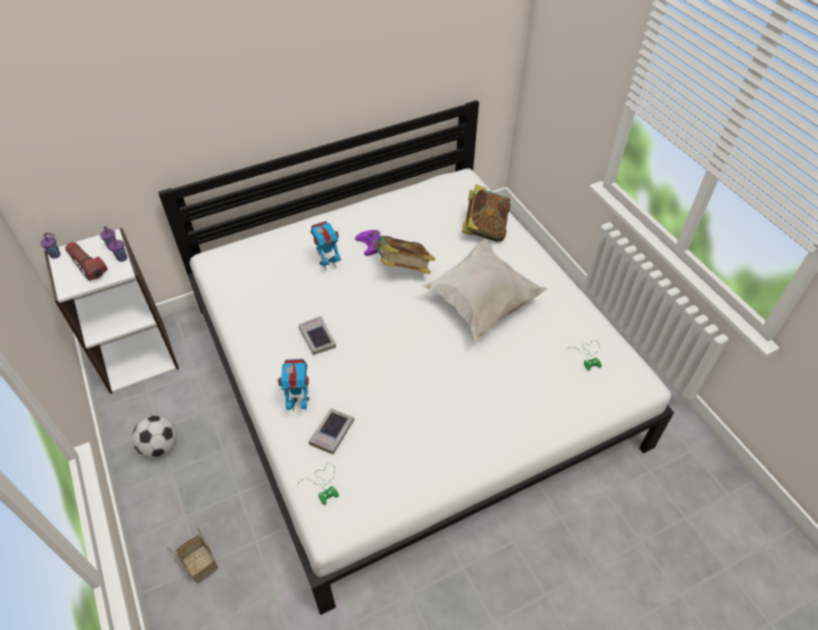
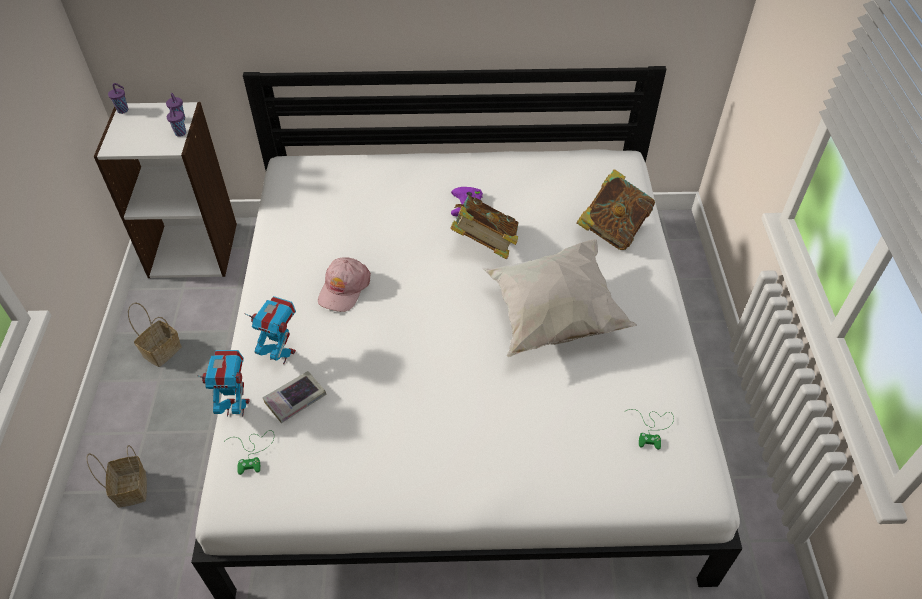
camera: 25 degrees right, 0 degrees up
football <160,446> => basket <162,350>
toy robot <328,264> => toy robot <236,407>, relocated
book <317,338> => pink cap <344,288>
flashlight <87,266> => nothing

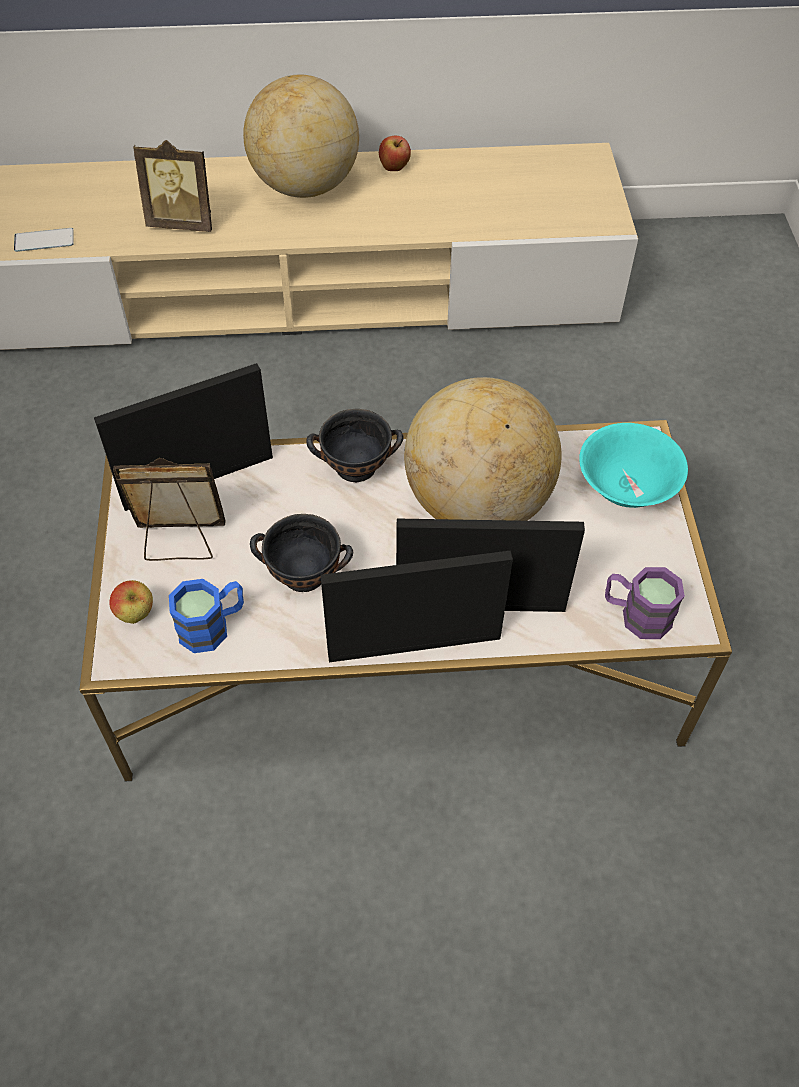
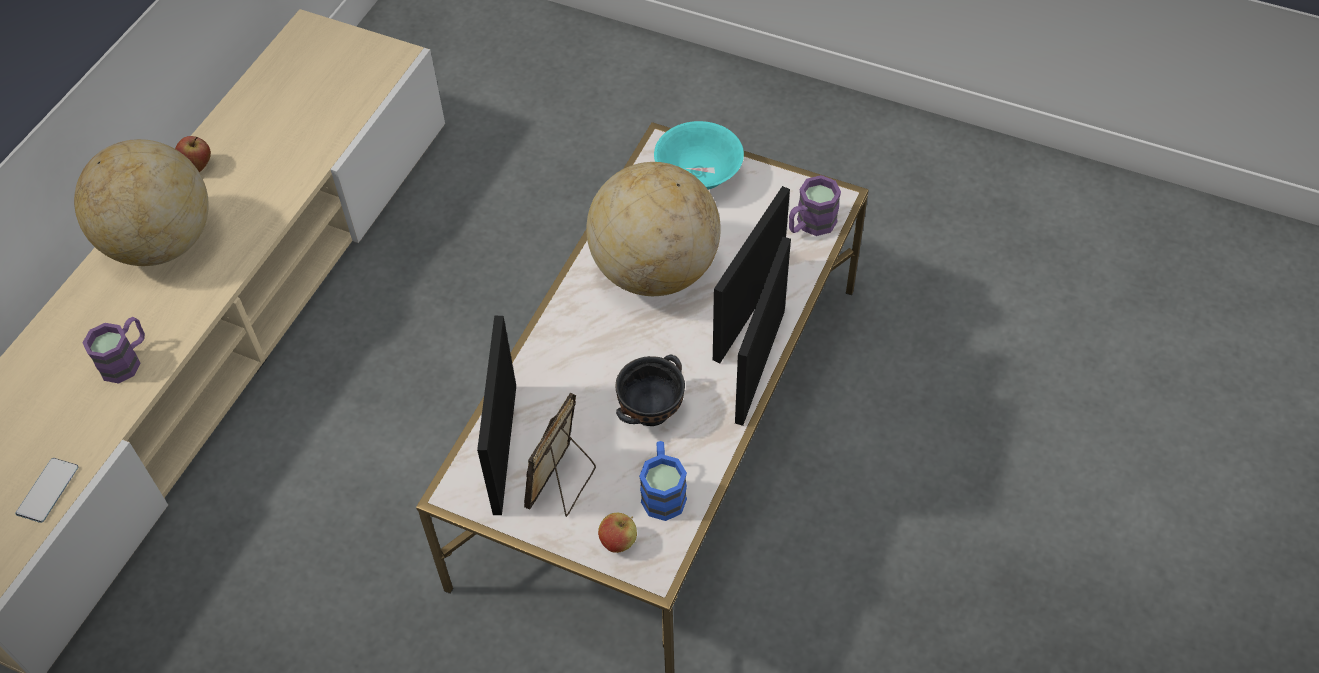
camera: 60 degrees left, 0 degrees up
picture frame <183,222> => purple mug <126,360>
black bowl <354,466> => nothing

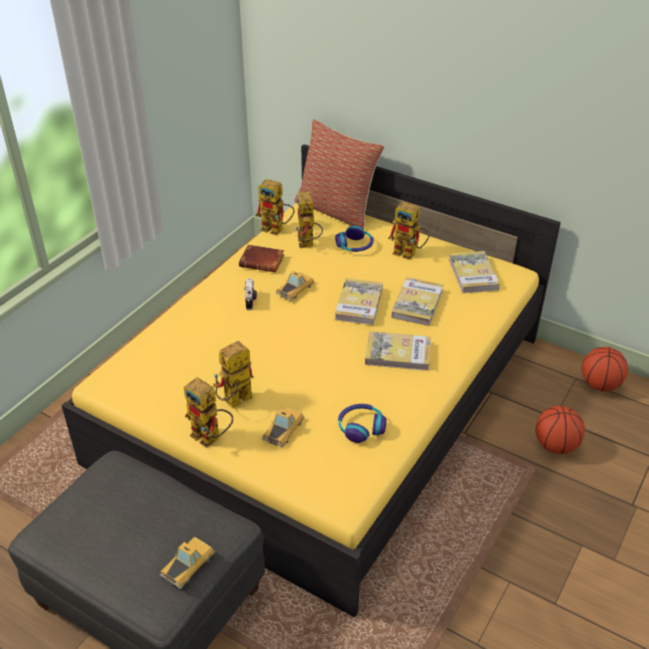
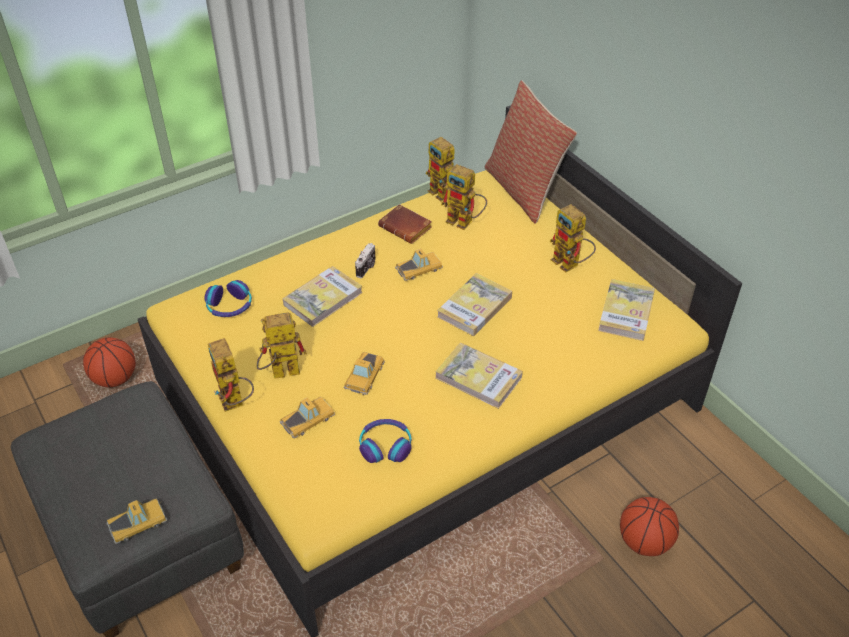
camera: 25 degrees right, 5 degrees up
basketball <600,385> => basketball <115,379>, relocated
headphones <355,245> => headphones <229,306>, relocated
book <417,304> => book <323,299>, relocated
nothing => toy car <363,376>
toy robot <308,245> => toy robot <465,222>, 75 degrees counterclockwise

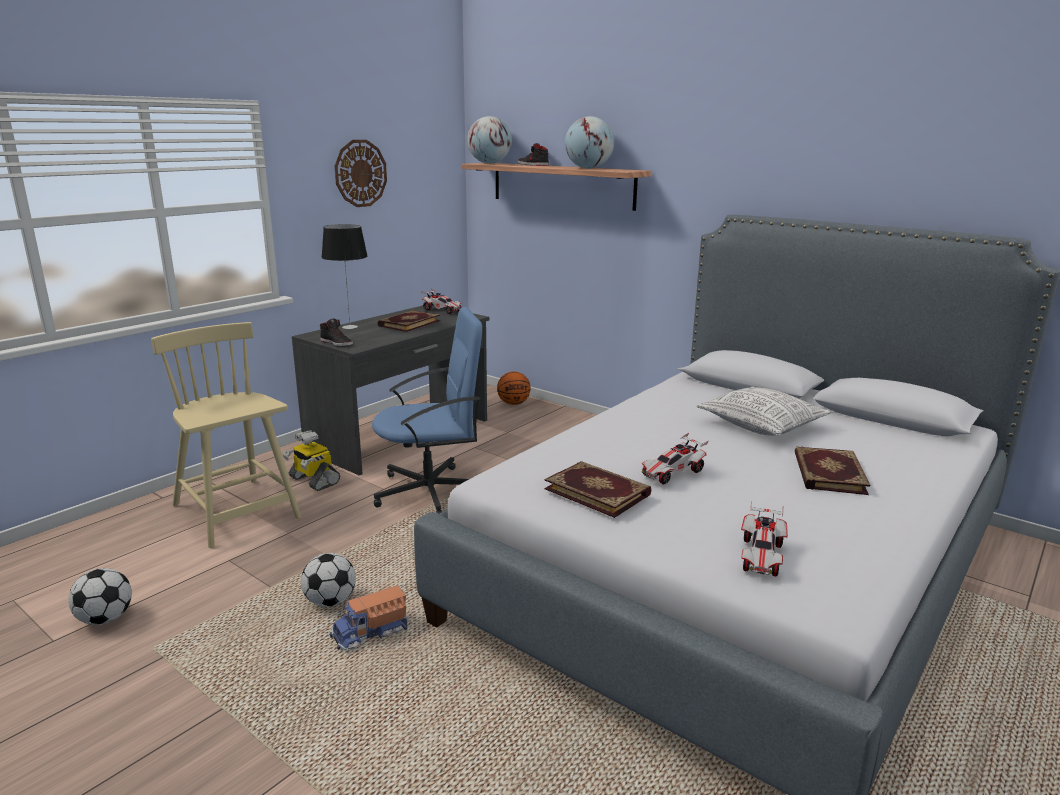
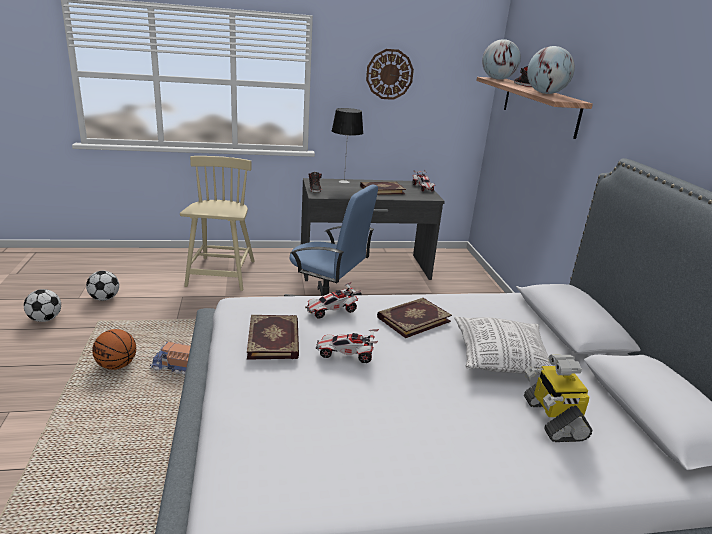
camera: 40 degrees right, 5 degrees up
football <330,602> => football <45,319>, relocated
basketball <513,403> => basketball <116,365>, relocated
toy car <761,557> => toy car <332,311>, relocated
book <827,473> => book <413,319>, relocated
toy robot <313,480> => toy robot <552,419>, relocated

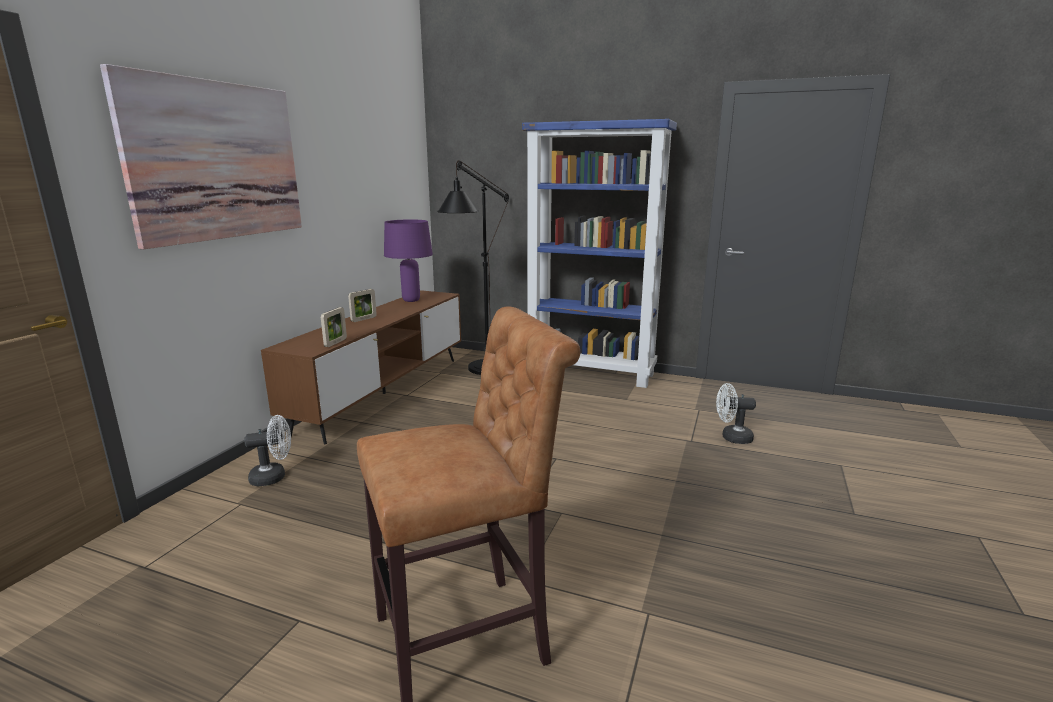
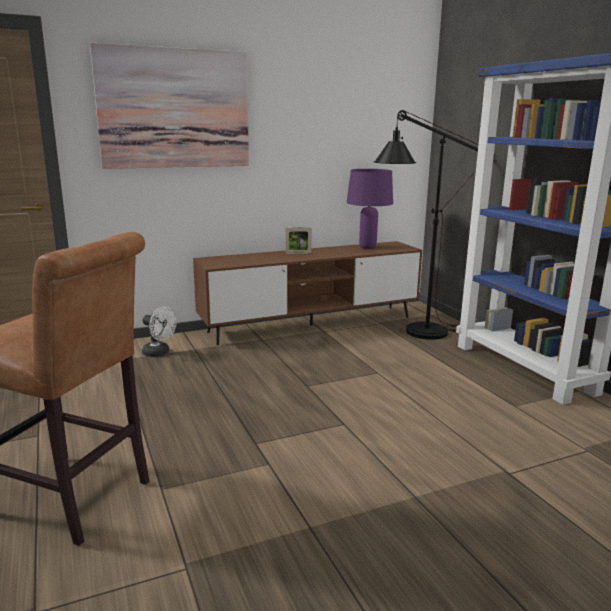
camera: 45 degrees right, 0 degrees up
picture frame <335,343> => nothing
white fan <731,438> => nothing

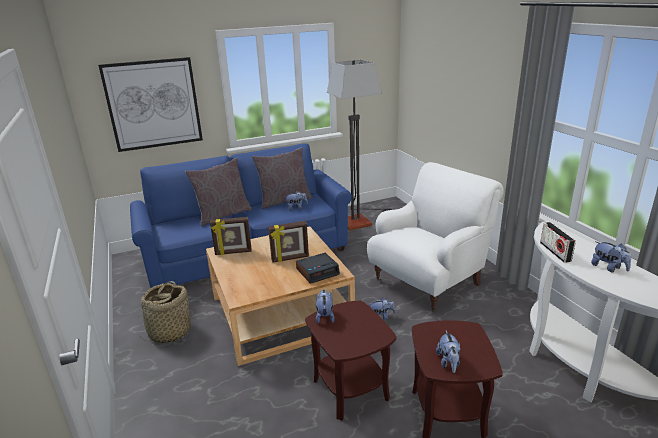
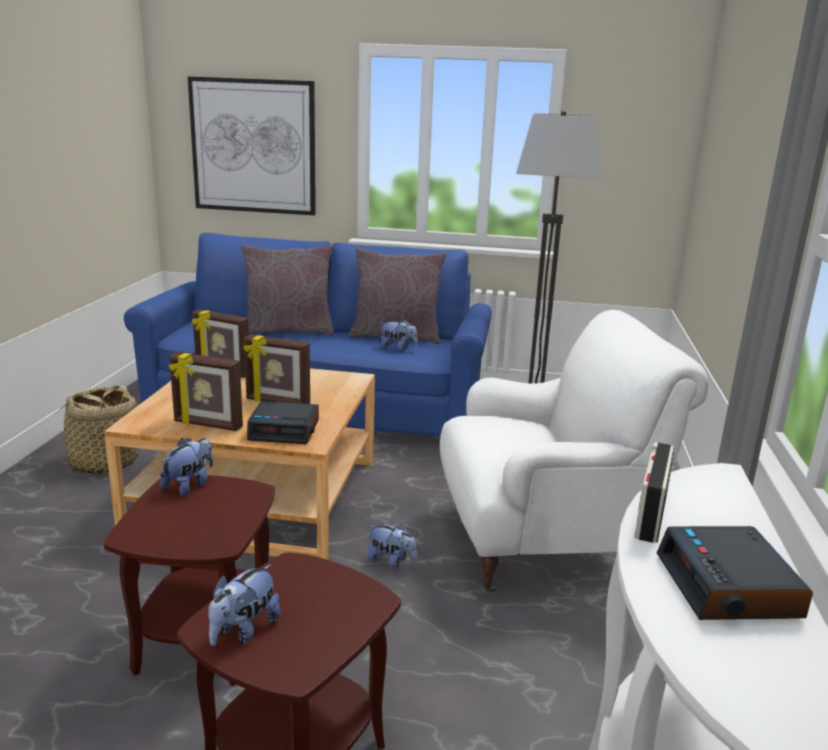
camera: 30 degrees right, 5 degrees down
nothing => picture frame <207,425>
plush toy <608,268> => alarm clock <729,587>

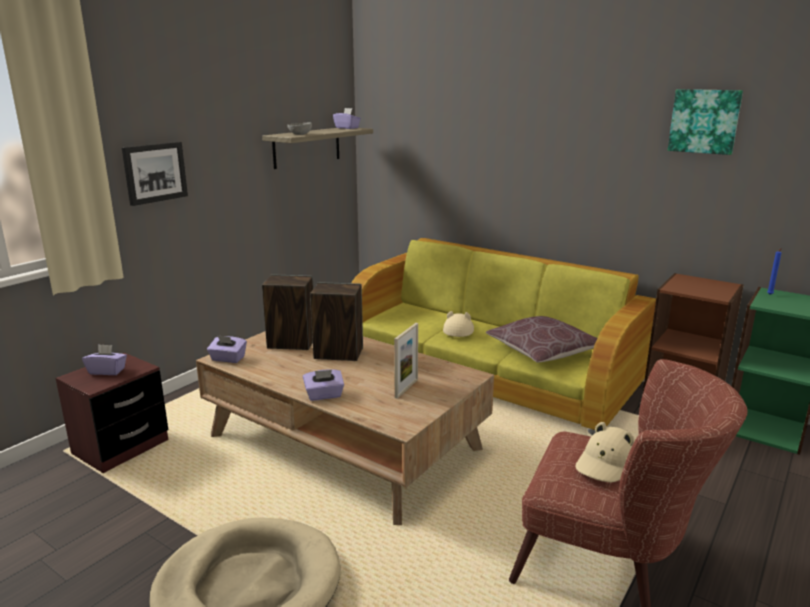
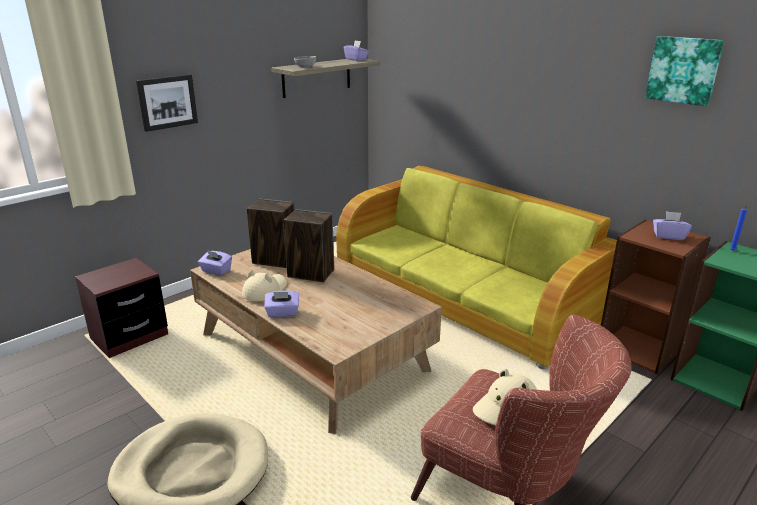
camera: 10 degrees right, 5 degrees up
beige hat <458,329> => beige hat <265,290>, relocated
purple tissue box <107,371> => purple tissue box <668,236>, relocated
picture frame <406,388> => nothing
brown pillow <543,351> => nothing

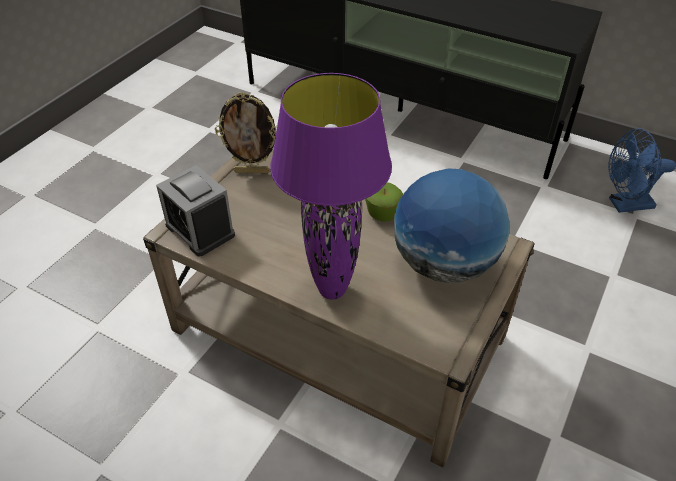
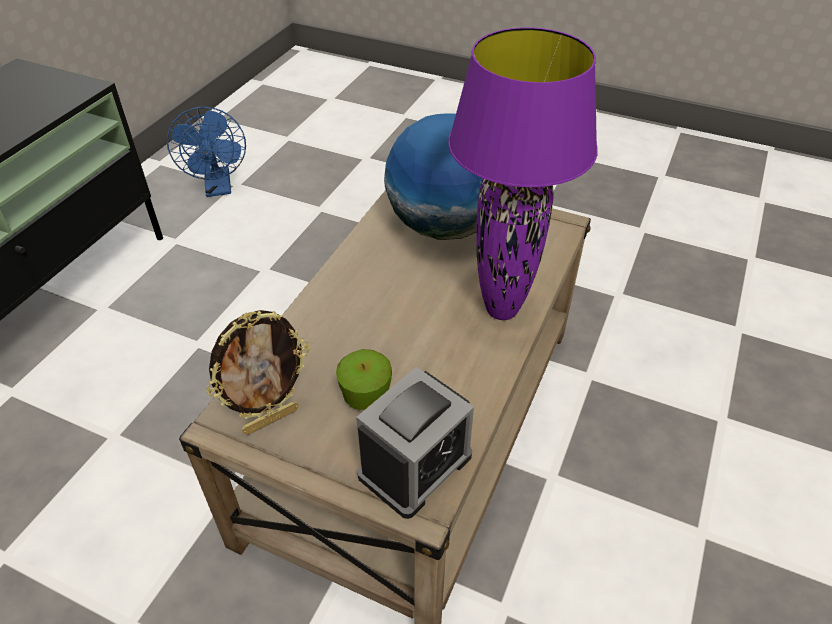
camera: 95 degrees left, 0 degrees up
picture frame <252,171> => picture frame <271,419>, 60 degrees clockwise
apple <383,214> => apple <365,395>, relocated

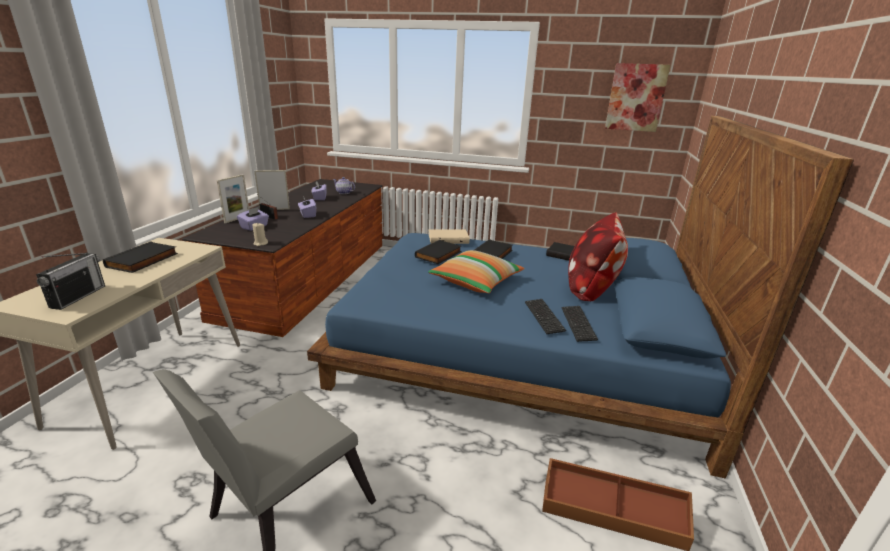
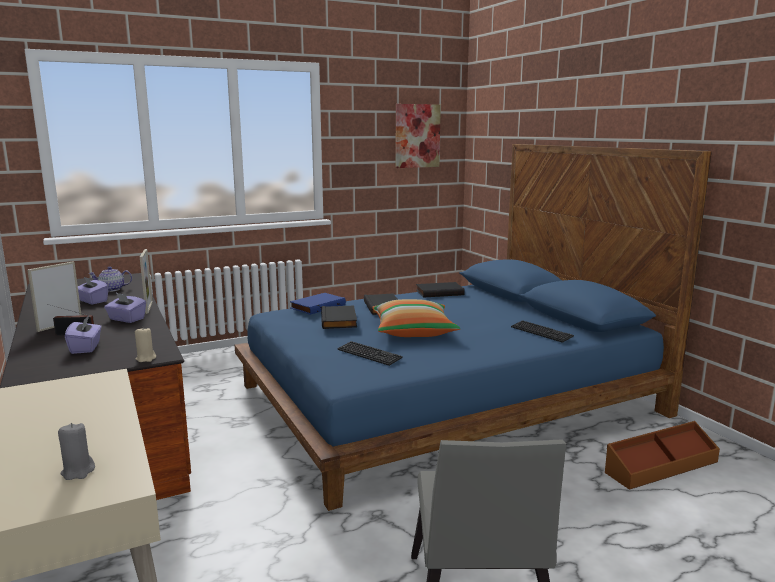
camera: 40 degrees left, 10 degrees down
radio <78,297> => grey candle <78,471>
picture frame <237,219> => picture frame <149,307>, relocated
beige book <448,239> => blue book <317,306>
keyboard <544,317> => keyboard <369,354>, relocated
black book <143,260> => nothing
pillow <591,287> => nothing

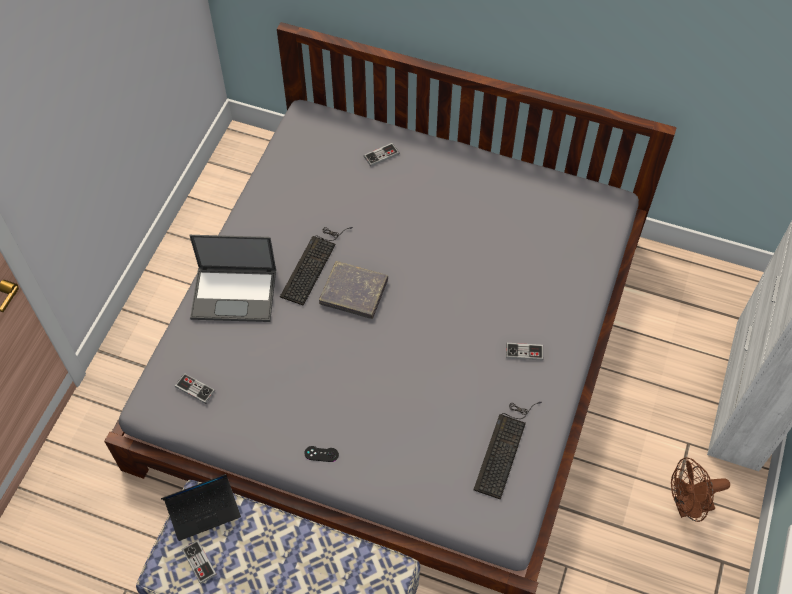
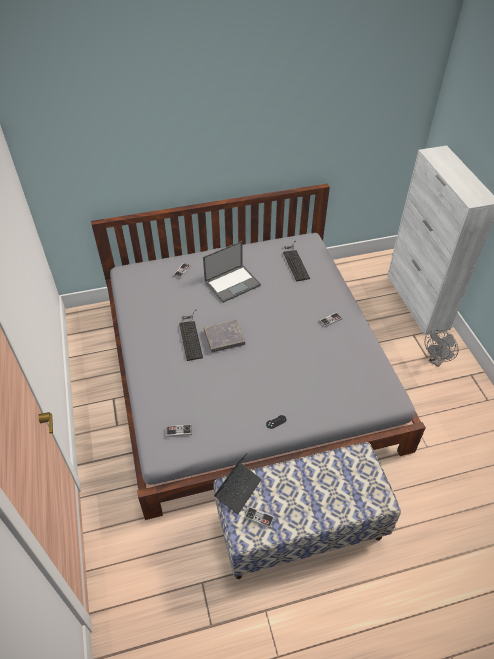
camera: 35 degrees left, 10 degrees down
laptop <235,293> => laptop <233,283>, relocated
keyboard <505,447> => keyboard <295,261>, relocated
brown fan <687,506> => grey fan <436,361>

